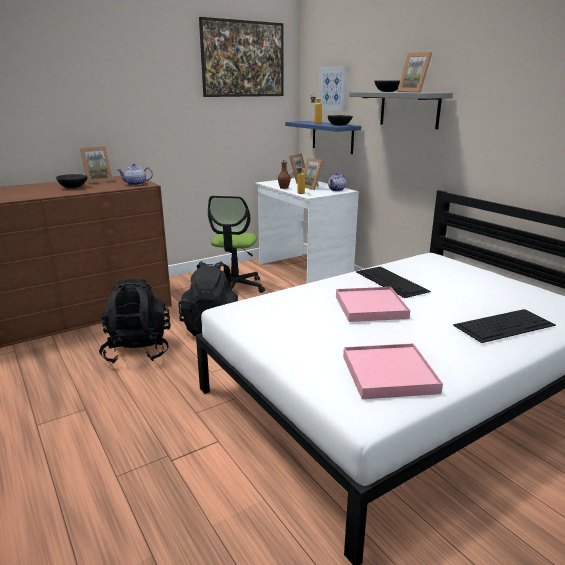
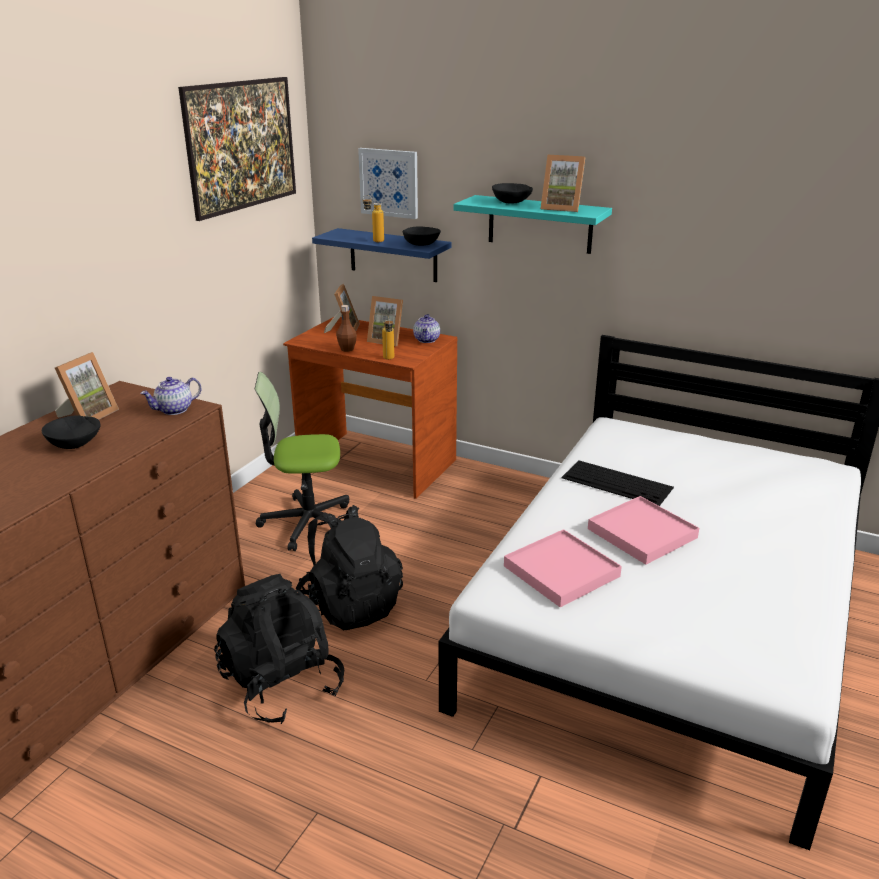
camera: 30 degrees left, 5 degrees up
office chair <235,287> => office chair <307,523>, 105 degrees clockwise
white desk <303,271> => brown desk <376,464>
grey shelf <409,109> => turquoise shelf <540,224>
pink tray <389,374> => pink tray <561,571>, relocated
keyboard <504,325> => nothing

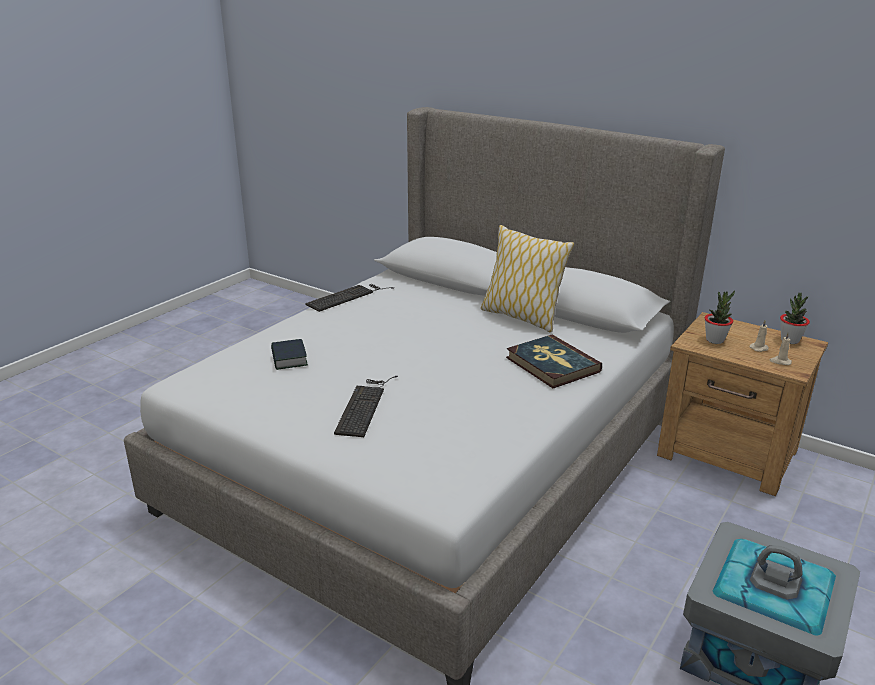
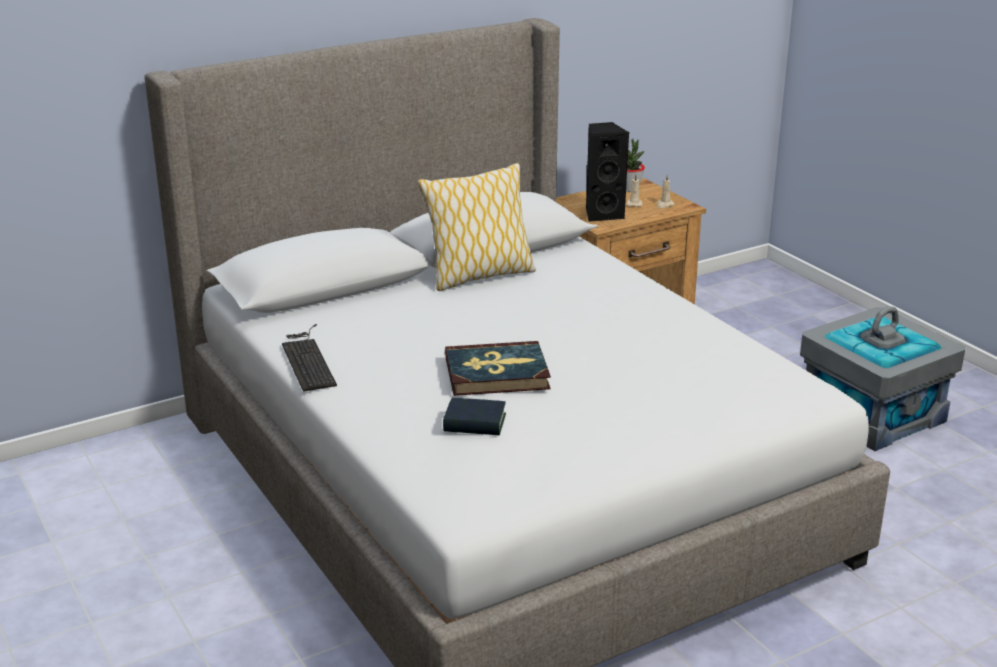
camera: 65 degrees left, 0 degrees up
book <552,364> => book <496,373>, relocated
potted plant <715,340> => black speaker <602,214>
keyboard <364,405> => nothing

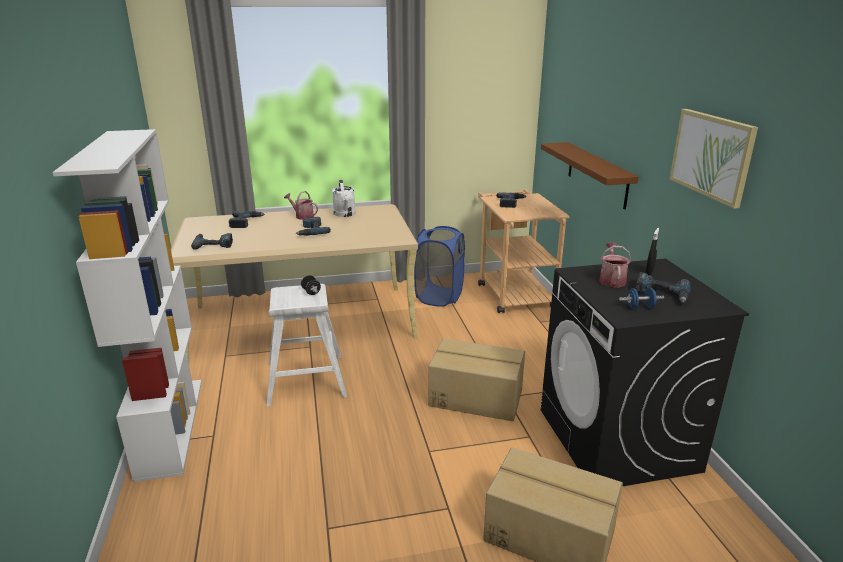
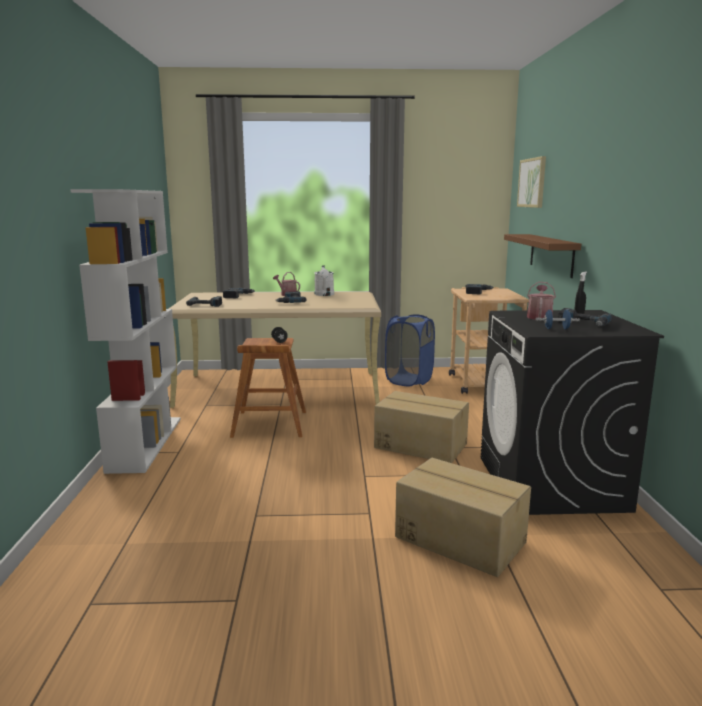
camera: 10 degrees right, 10 degrees down
white stool <306,380> => brown stool <269,424>
picture <712,155> => picture <532,183>, relocated

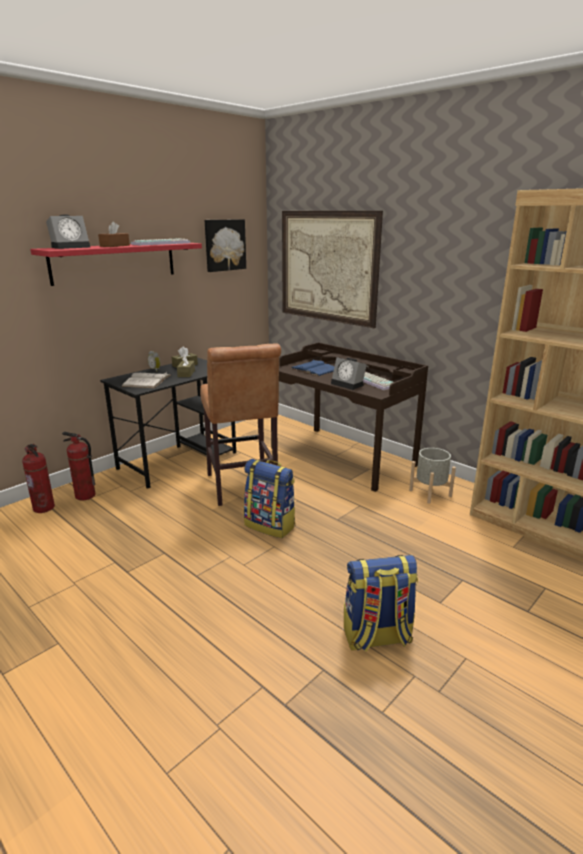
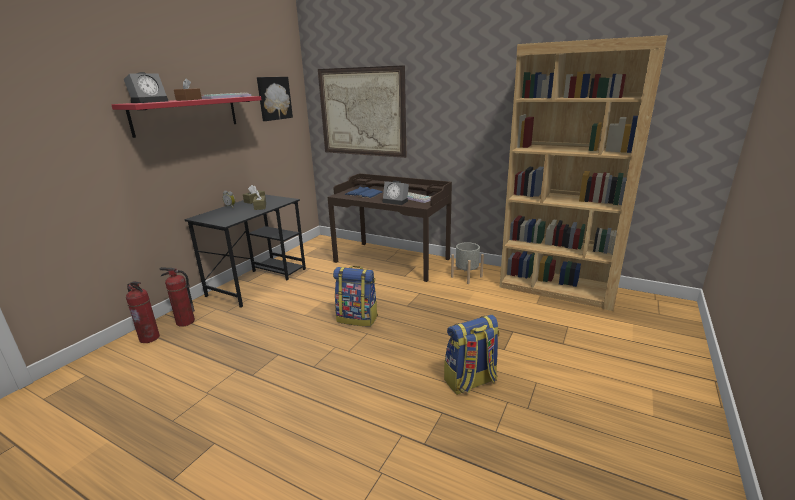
camera: 15 degrees left, 0 degrees up
white book <147,380> => nothing
brown stool <242,488> => nothing

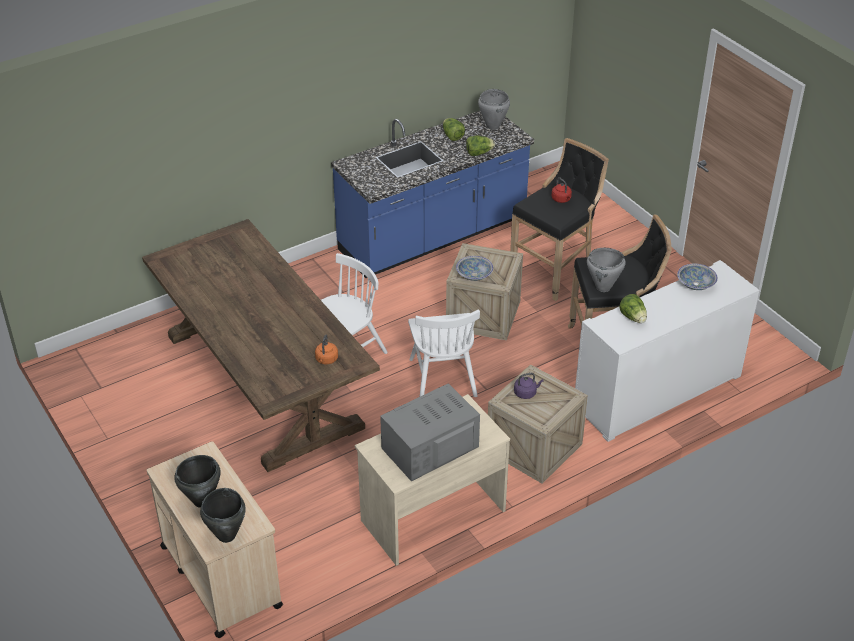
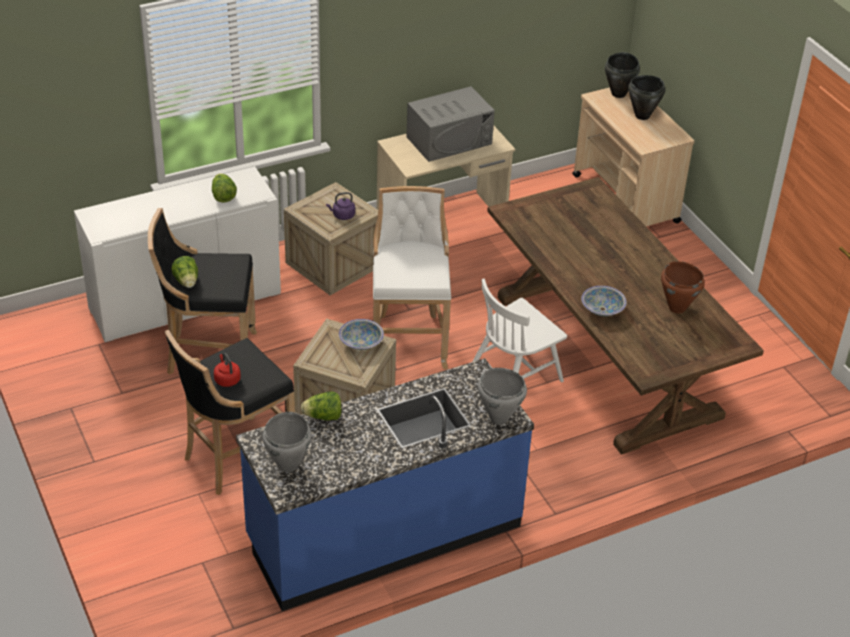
camera: 175 degrees left, 0 degrees up
lettuce <452,136> => lettuce <187,282>, relocated
white chair <443,377> => white stool <408,339>
grey cooking pot <603,287> => grey cooking pot <499,417>, relocated
bowl <695,284> => bowl <602,309>, relocated
nothing => brown cooking pot <677,307>
orange kettle <326,360> => nothing

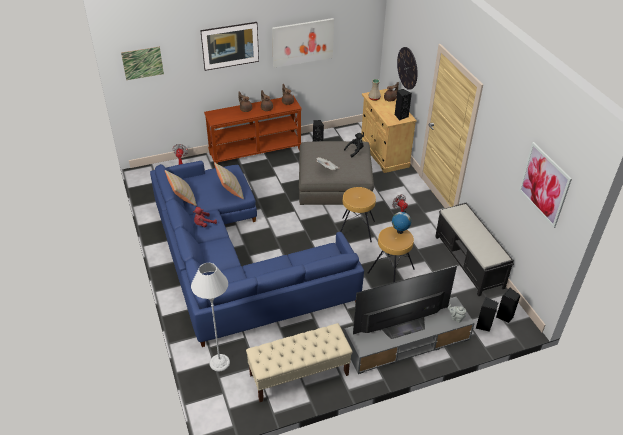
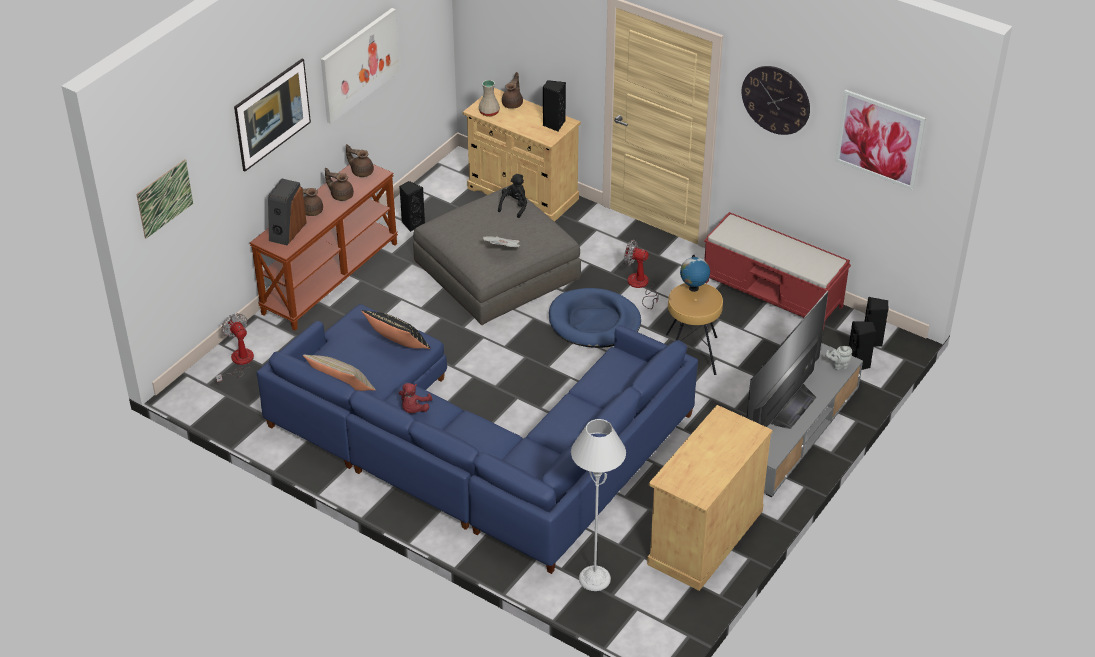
camera: 35 degrees left, 0 degrees up
nothing => speaker <287,231>
beige pillow <230,191> => black pillow <398,347>
brown stool <356,230> => blue dog bed <594,322>
beige bench <298,375> => beige cabinet <705,537>
black bench <469,262> => red bench <773,294>
wall clock <407,68> => wall clock <776,100>, relocated

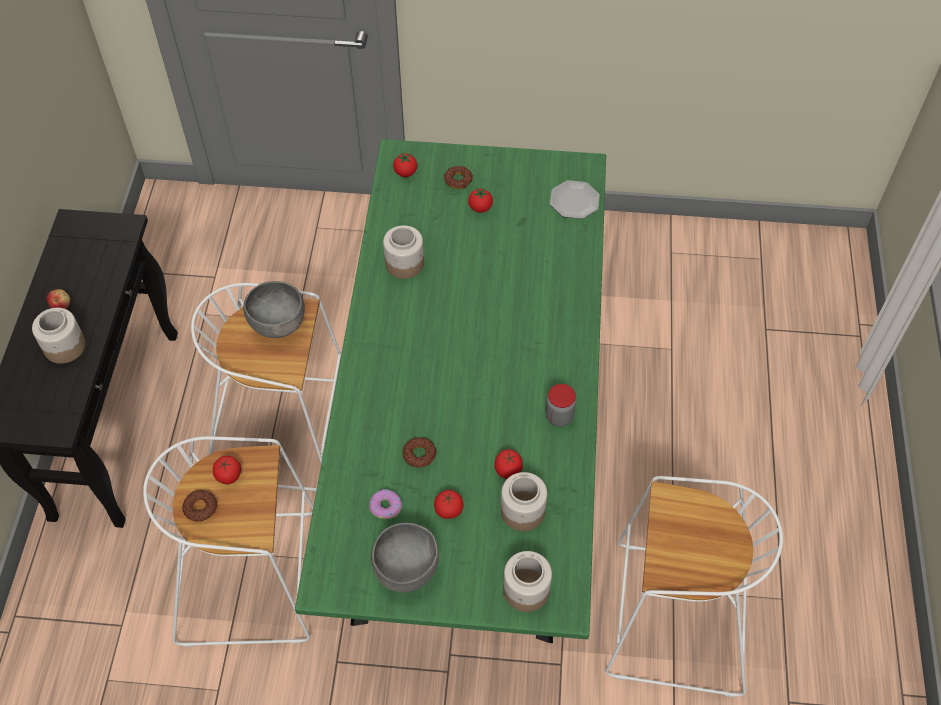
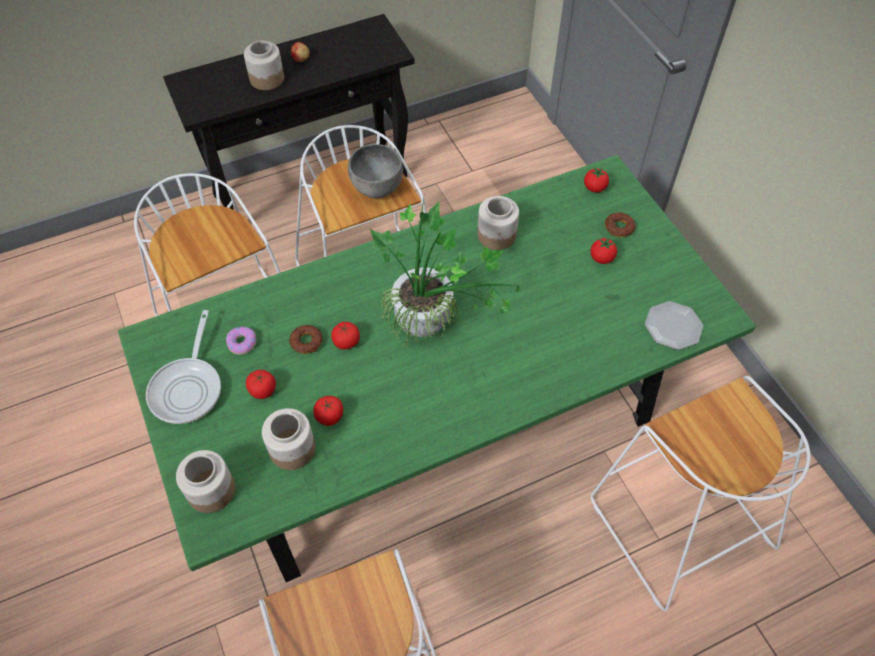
camera: 60 degrees right, 0 degrees up
grey bowl <406,569> => frying pan <188,388>
tomato <228,475> => tomato <346,342>, relocated
nothing => potted plant <434,324>
nothing => white stool <677,522>
donut <200,507> => nothing
jar <559,416> => nothing

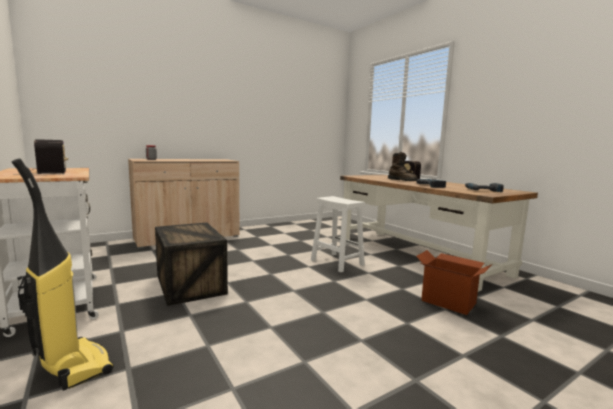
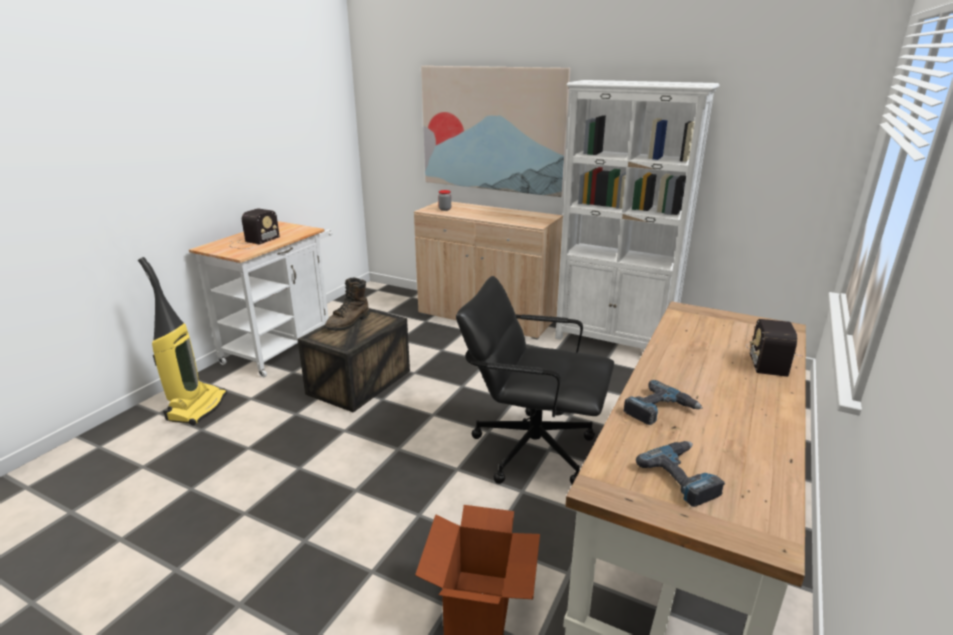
camera: 60 degrees right, 15 degrees up
brown boot <402,181> => brown boot <349,322>, relocated
nothing => picture <492,130>
white stool <336,262> => black office chair <532,448>
nothing => white bookcase <614,341>

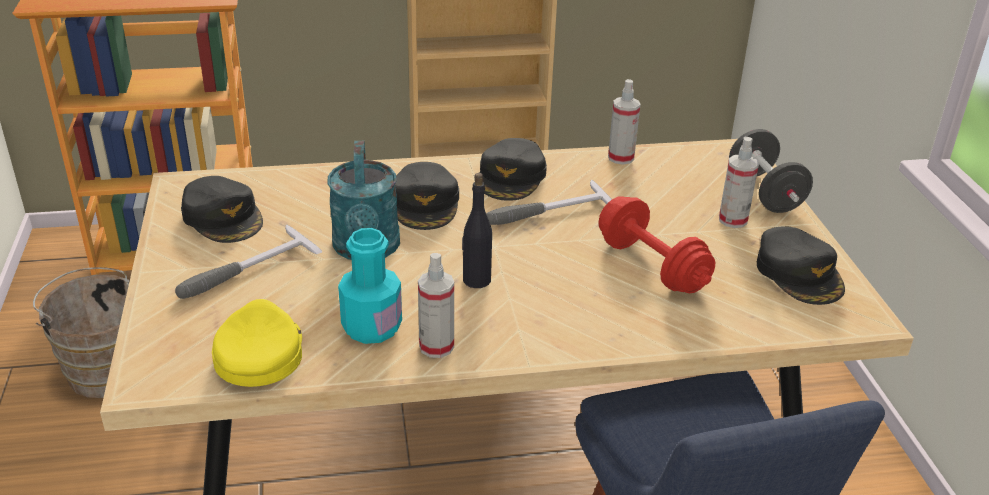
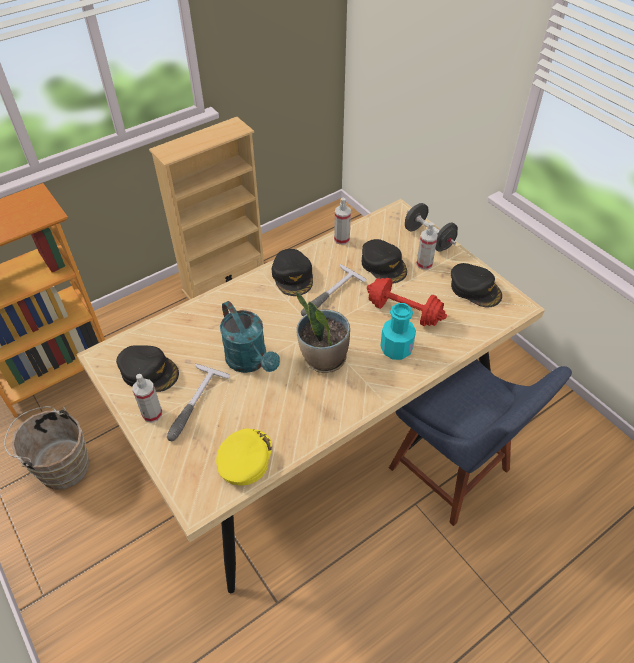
camera: 25 degrees left, 15 degrees up
spray bottle <436,346> => spray bottle <152,414>, relocated
yellow cap <259,353> => yellow cap <244,458>, 45 degrees clockwise
black bottle <476,280> => potted plant <323,358>
black cap <425,204> => black cap <384,265>, relocated
turquoise bottle <372,327> => turquoise bottle <396,349>, relocated

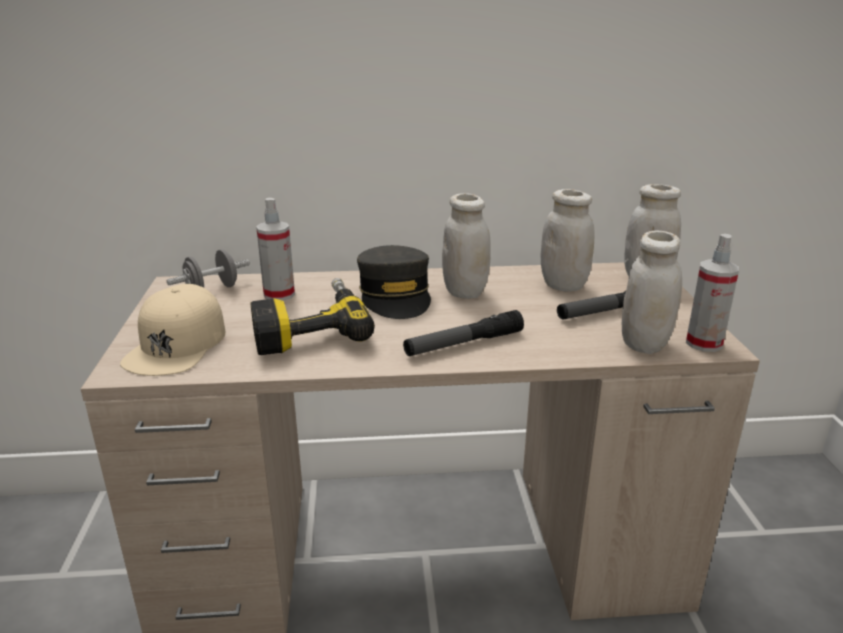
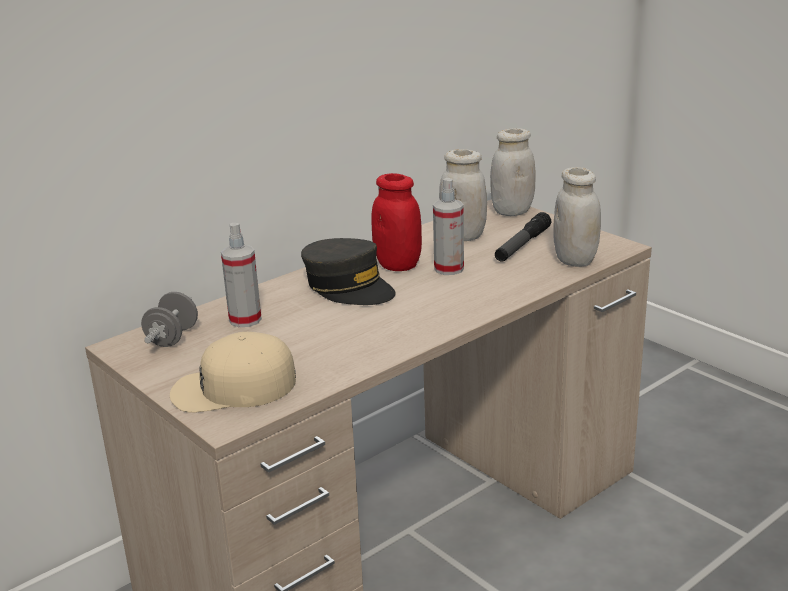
camera: 35 degrees left, 0 degrees up
beige cap <177,344> => beige cap <233,388>, 105 degrees clockwise
white jar <465,292> => red jar <398,265>
spray bottle <704,343> => spray bottle <449,269>, relocated
power drill <309,327> => nothing
flashlight <463,343> => nothing

